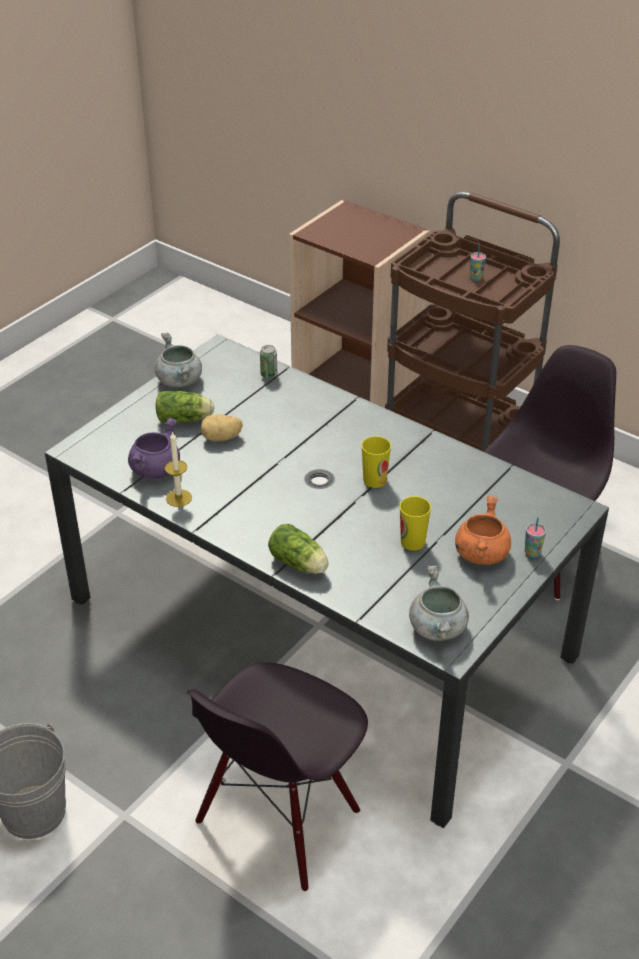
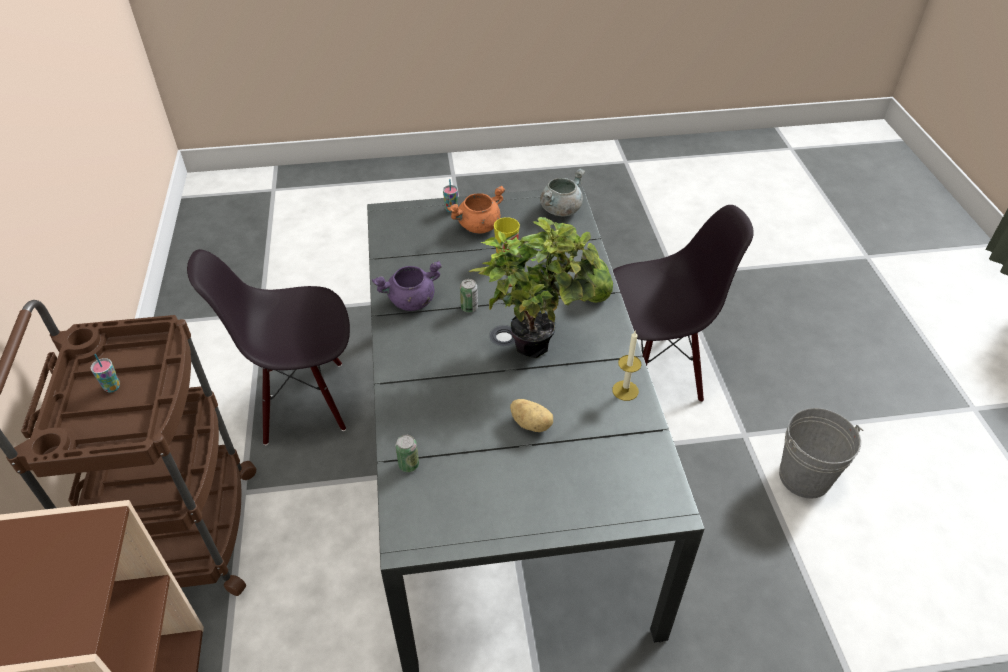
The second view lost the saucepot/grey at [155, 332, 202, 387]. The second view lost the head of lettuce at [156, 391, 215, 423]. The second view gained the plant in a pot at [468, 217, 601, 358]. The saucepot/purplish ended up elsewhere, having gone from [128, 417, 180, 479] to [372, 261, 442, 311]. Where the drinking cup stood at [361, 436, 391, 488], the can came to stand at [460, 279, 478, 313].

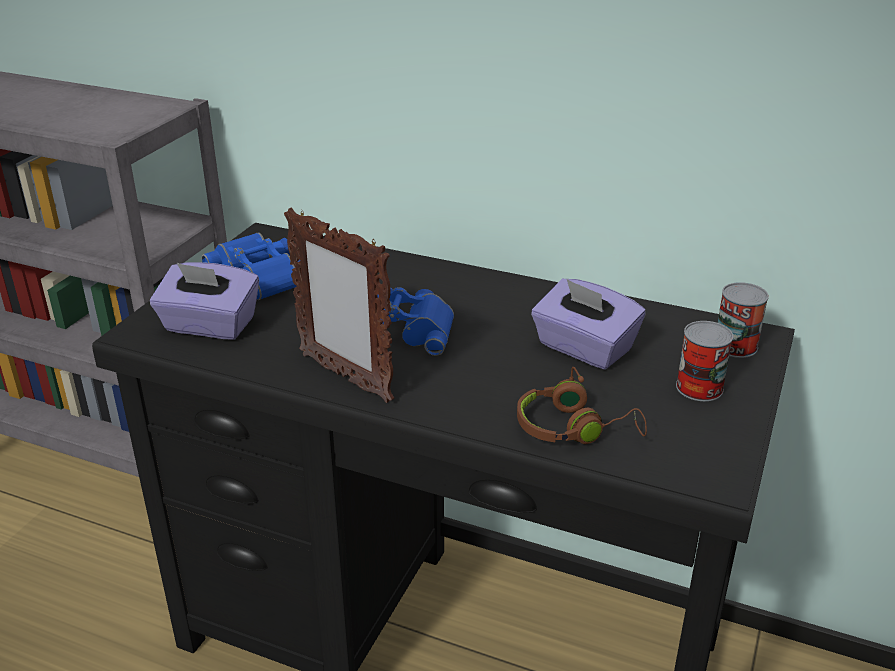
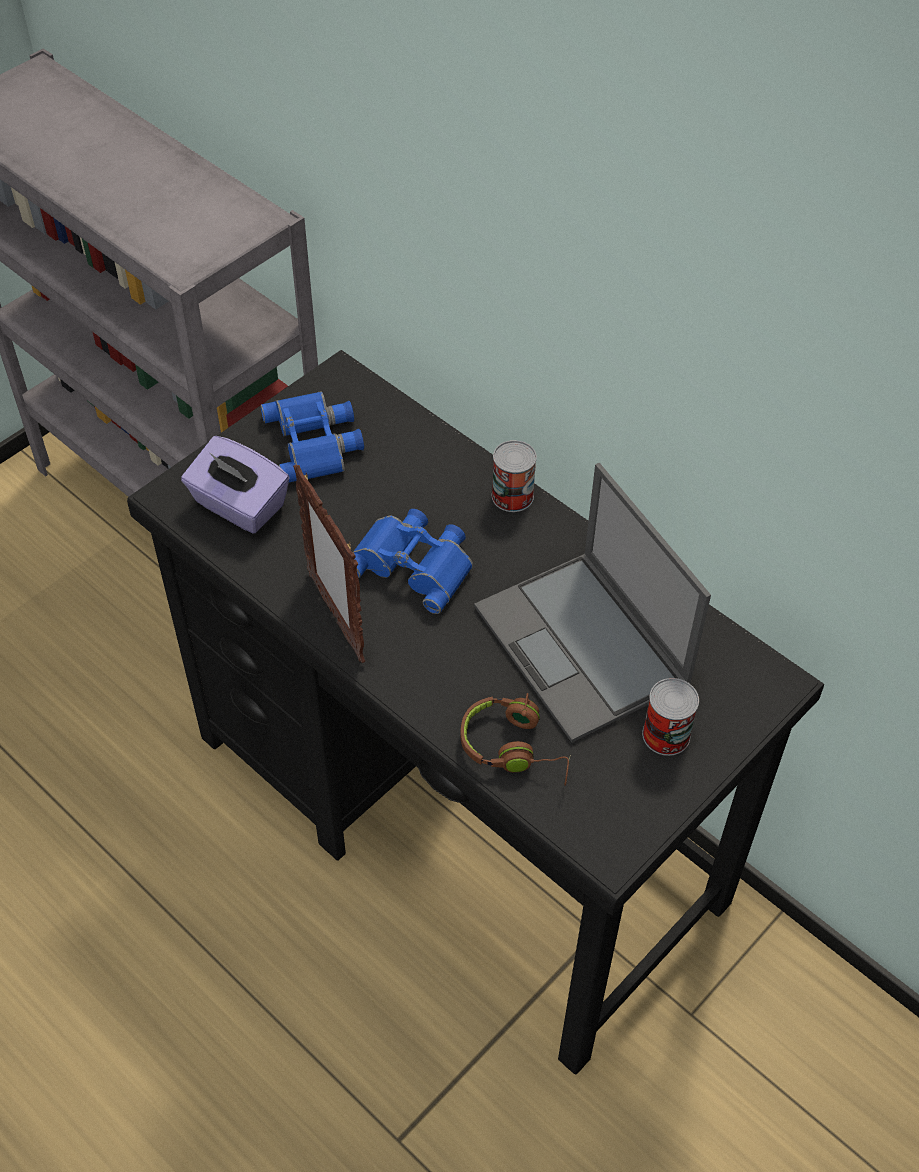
The can ended up elsewhere, having gone from [717, 282, 769, 358] to [492, 440, 537, 512]. Where the tissue holder/purplish stood at [531, 279, 646, 370], the laptop came to stand at [474, 463, 711, 743].

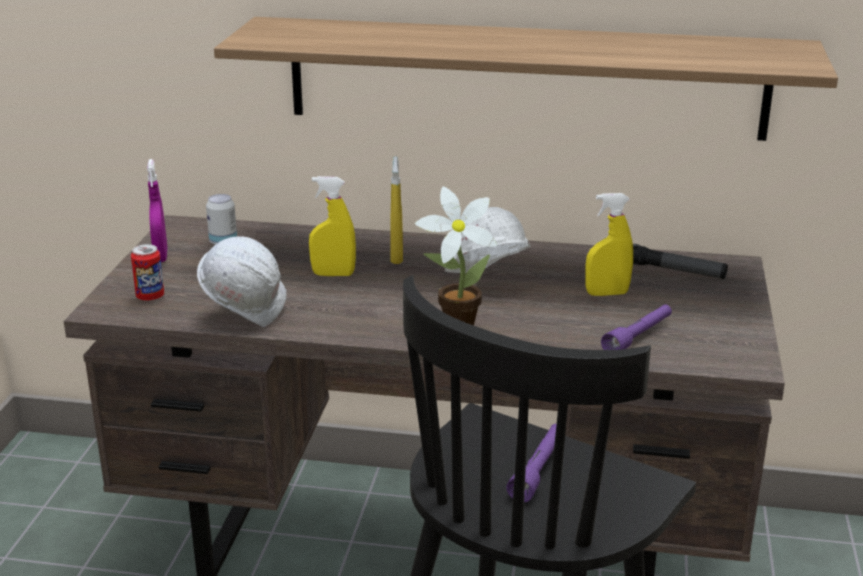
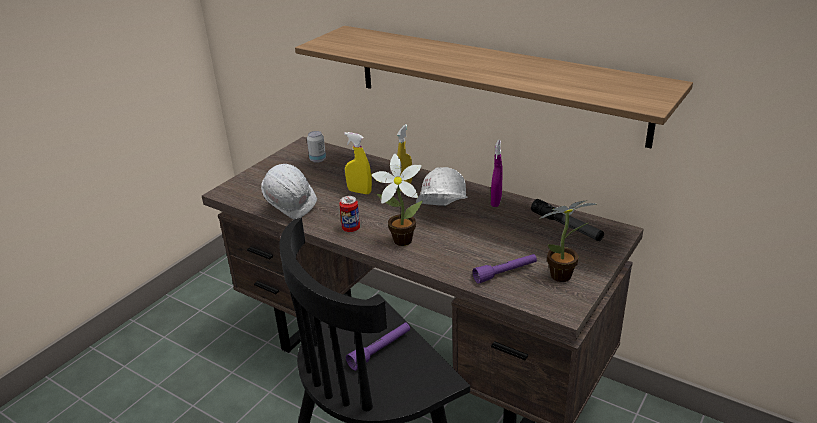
The second view lost the hand sprayer/yellow at [585, 193, 633, 296]. The second view gained the plant in a pot at [539, 200, 597, 282]. The can ended up elsewhere, having gone from [131, 244, 164, 302] to [339, 196, 360, 232]. The hand sprayer/purplish ended up elsewhere, having gone from [147, 159, 168, 262] to [491, 140, 503, 207].

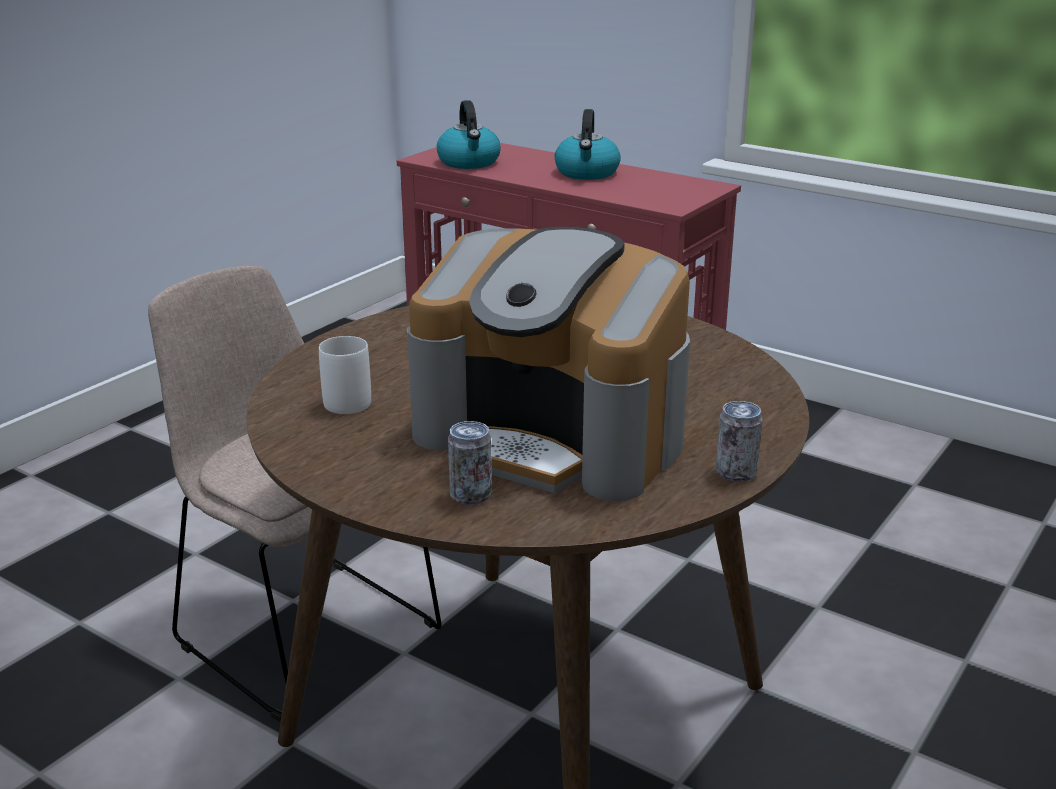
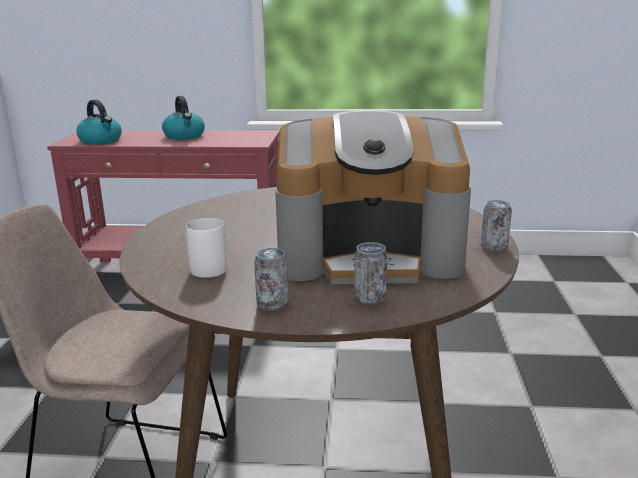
The second view gained the can at [254, 248, 289, 311].

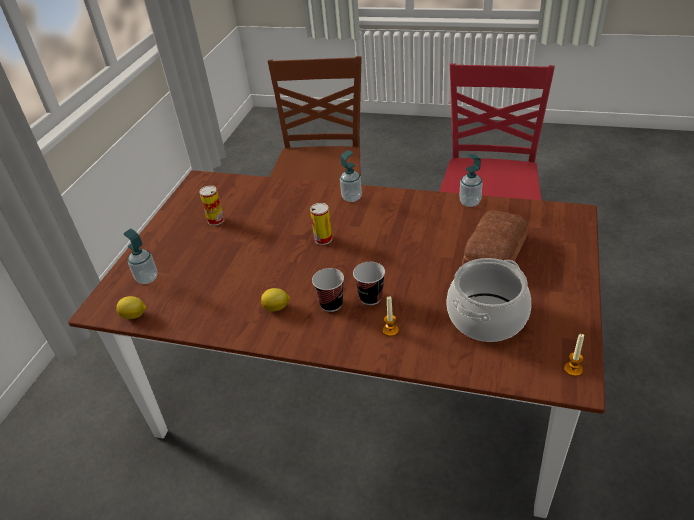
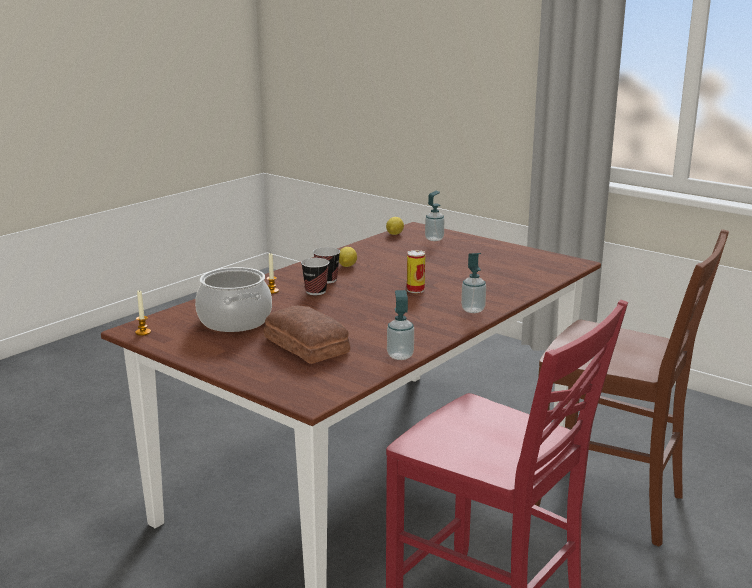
The second view lost the can at [199, 185, 224, 226].

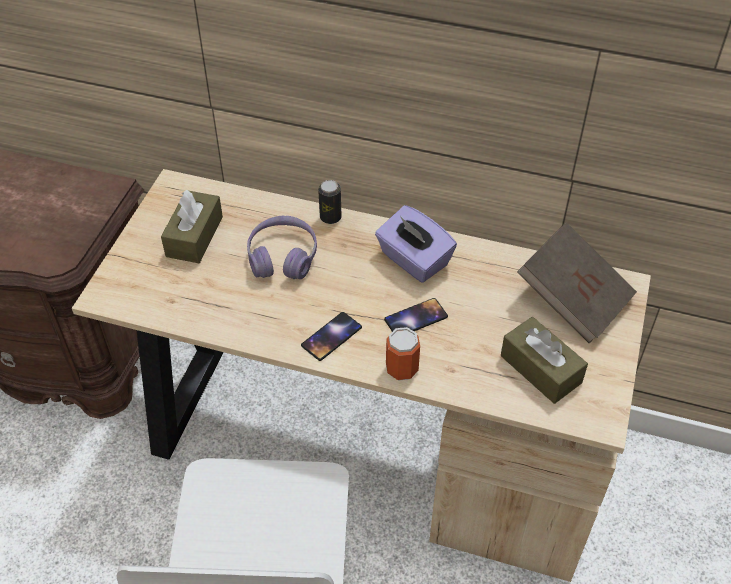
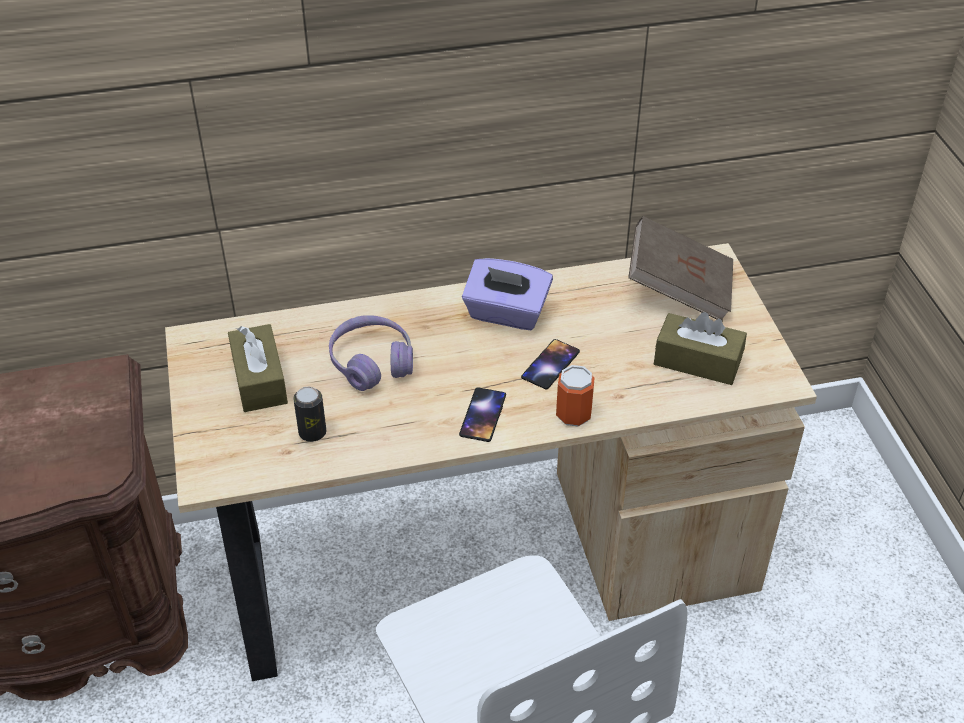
The can ended up elsewhere, having gone from [318, 180, 342, 224] to [293, 387, 326, 442].

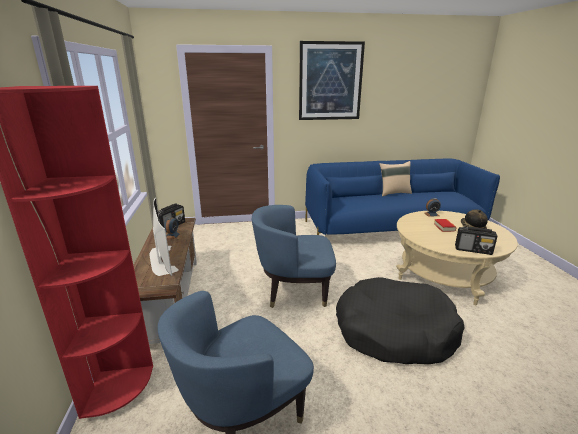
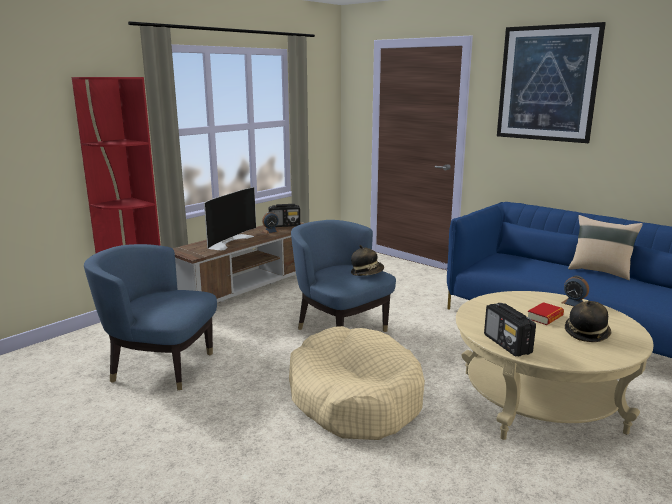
The second view gained the wearable hat at [351, 245, 384, 276]. What was the pet bed/black at [336, 277, 465, 364] turned into the pet bed/beige at [289, 326, 425, 440].

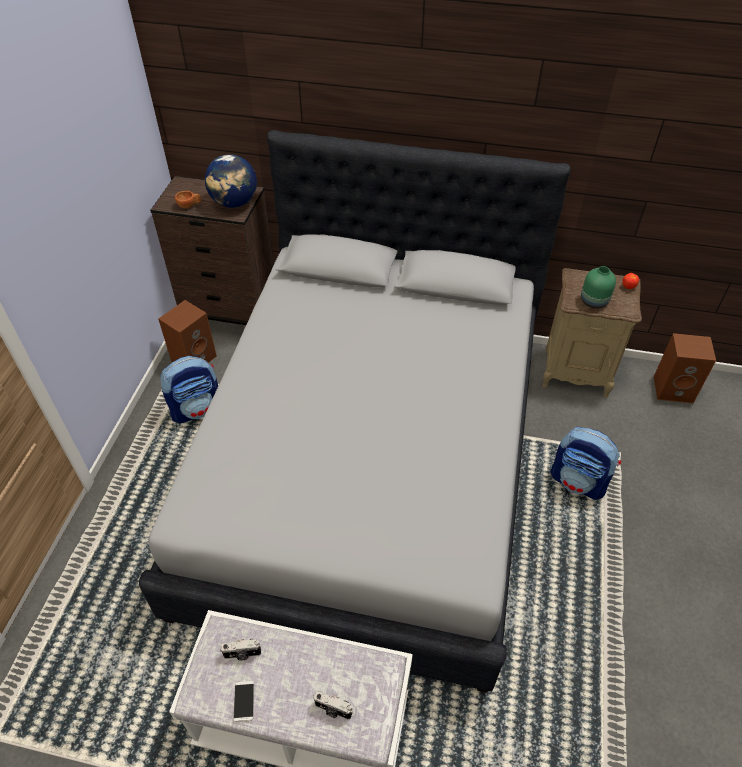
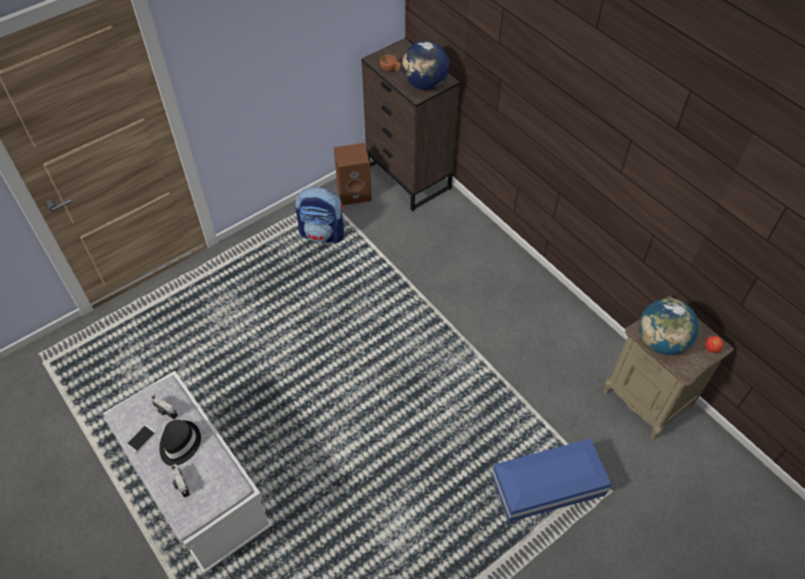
The second view lost the sleeping bed/grey at [139, 130, 571, 692]. The second view lost the audio speaker/brownish at [654, 333, 716, 403]. The second view gained the wearable hat/black at [159, 420, 201, 466]. Where the rucksack stood at [551, 427, 621, 500], the storage container/blue came to stand at [492, 438, 611, 522]. Where the vase/green-coloured stood at [581, 266, 616, 309], the world globe came to stand at [639, 298, 699, 355].

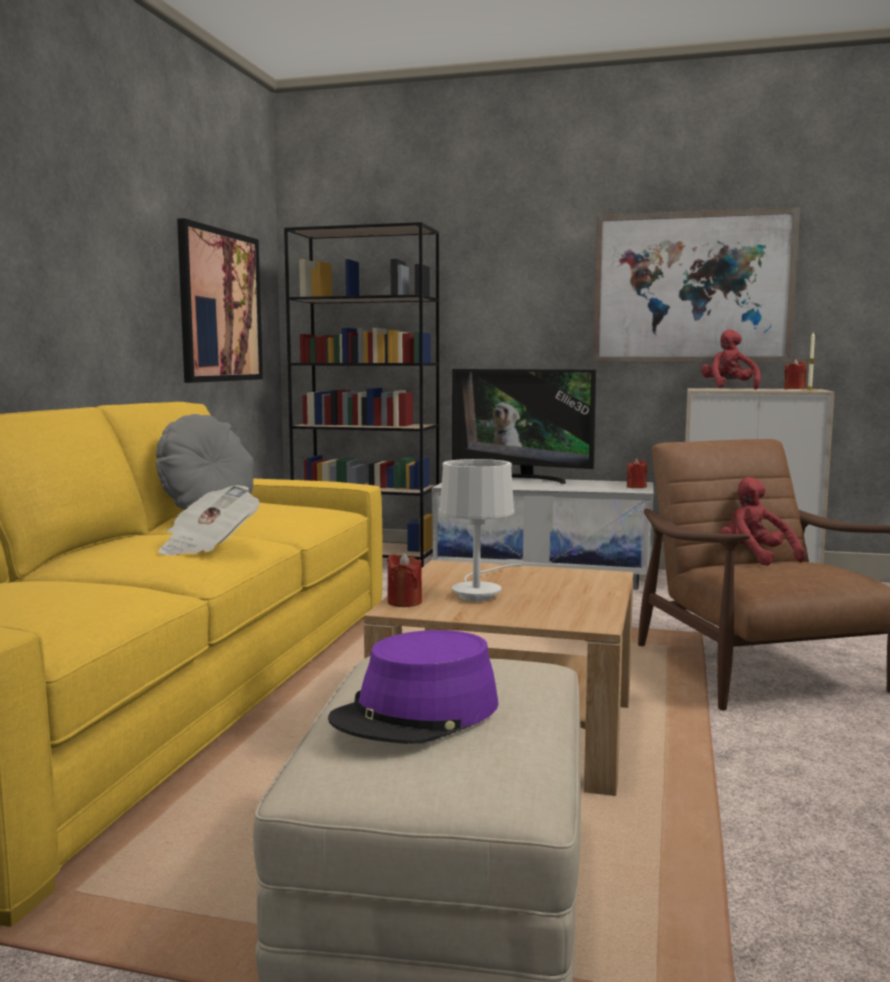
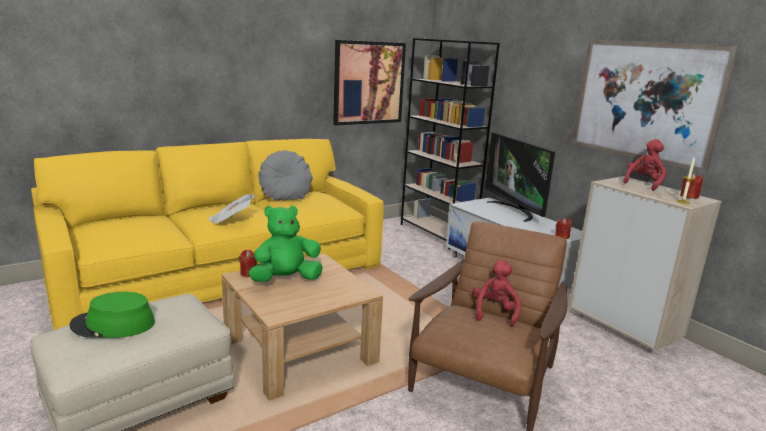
Where the table lamp/white stood at [439, 459, 522, 601], the soft toy/green-coloured came to stand at [249, 206, 323, 282]. What was the wearable hat/purplish at [328, 630, 499, 744] turned into the wearable hat/green-coloured at [70, 292, 155, 338].

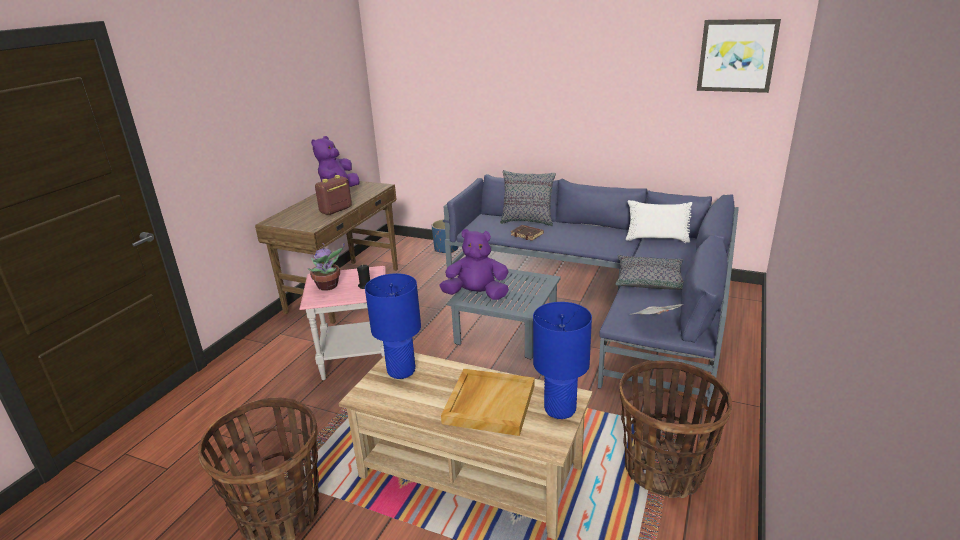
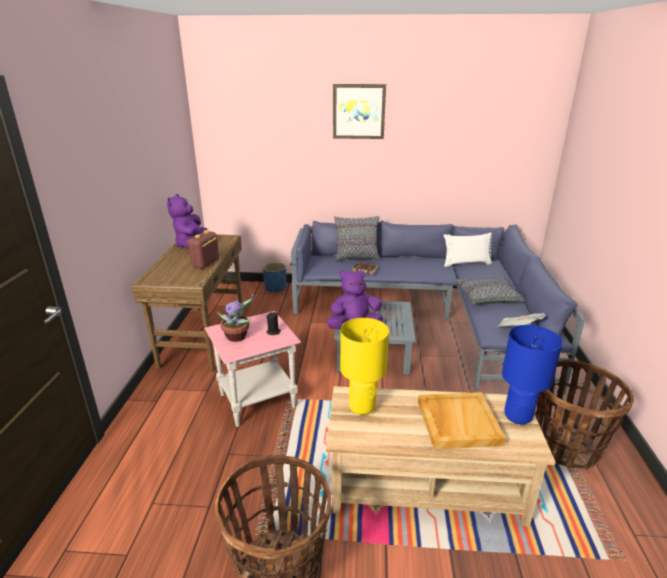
The wall picture ended up elsewhere, having gone from [697, 19, 781, 93] to [333, 84, 386, 139]. What was the table lamp/blue at [365, 273, 421, 379] turned into the table lamp/yellow at [340, 318, 389, 415].

